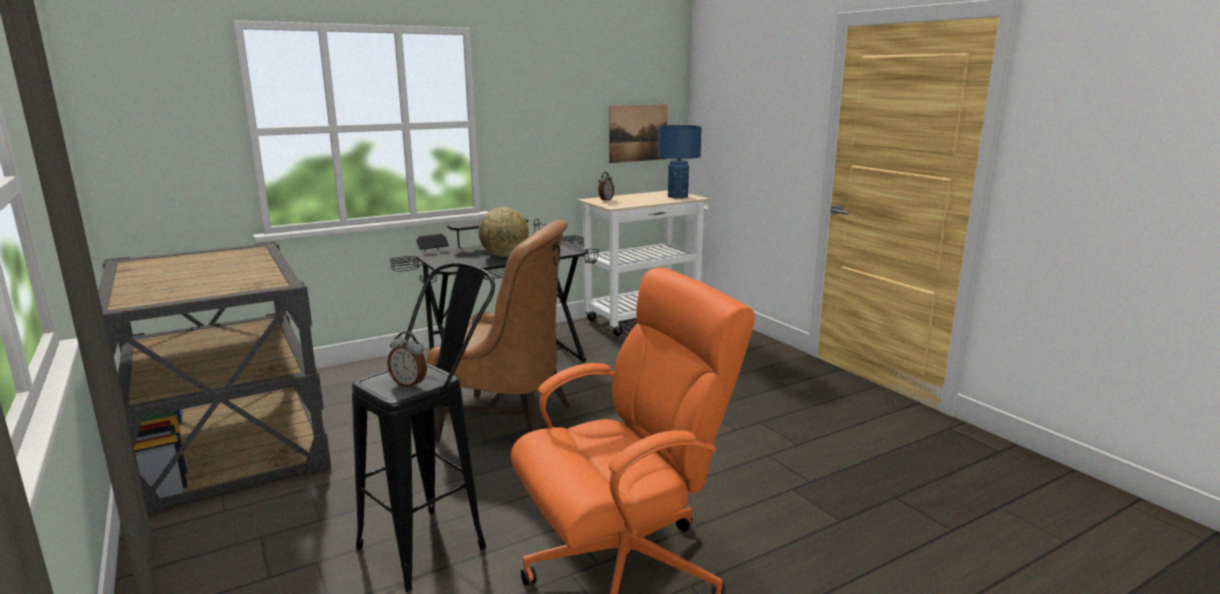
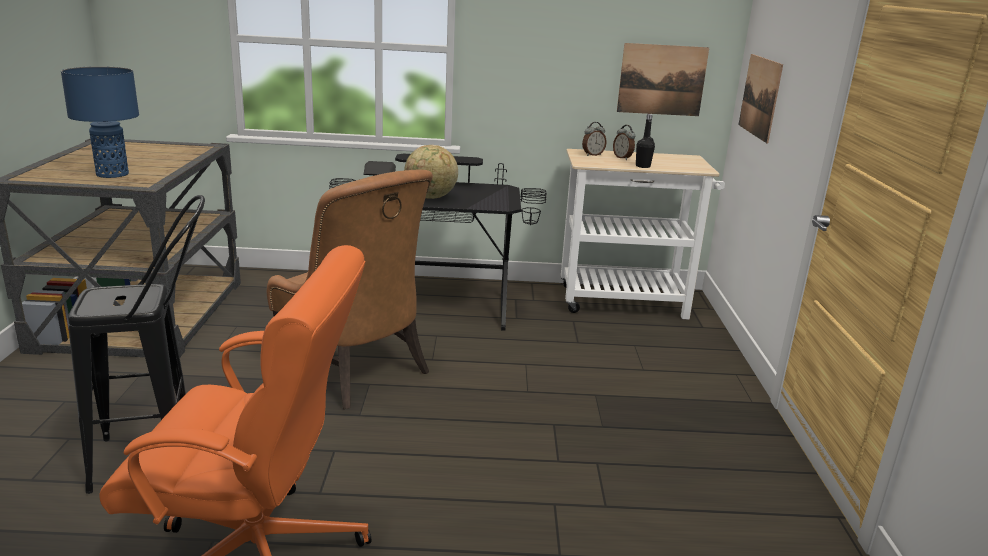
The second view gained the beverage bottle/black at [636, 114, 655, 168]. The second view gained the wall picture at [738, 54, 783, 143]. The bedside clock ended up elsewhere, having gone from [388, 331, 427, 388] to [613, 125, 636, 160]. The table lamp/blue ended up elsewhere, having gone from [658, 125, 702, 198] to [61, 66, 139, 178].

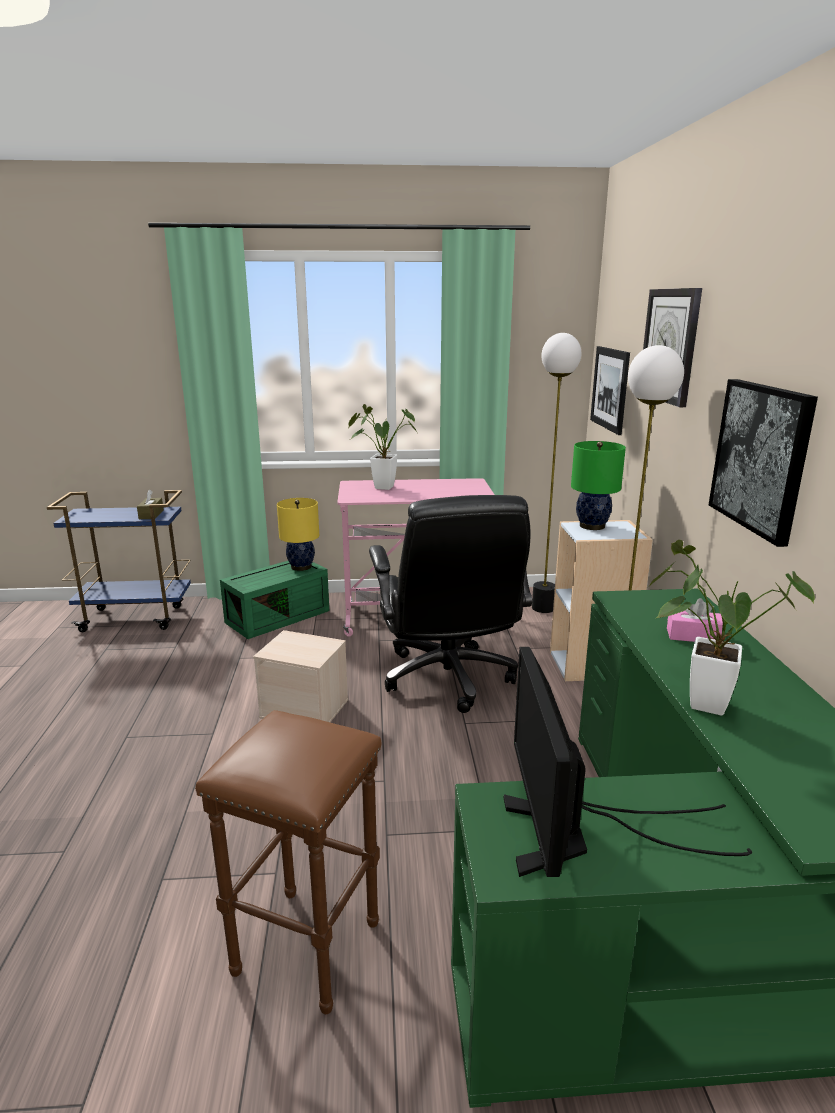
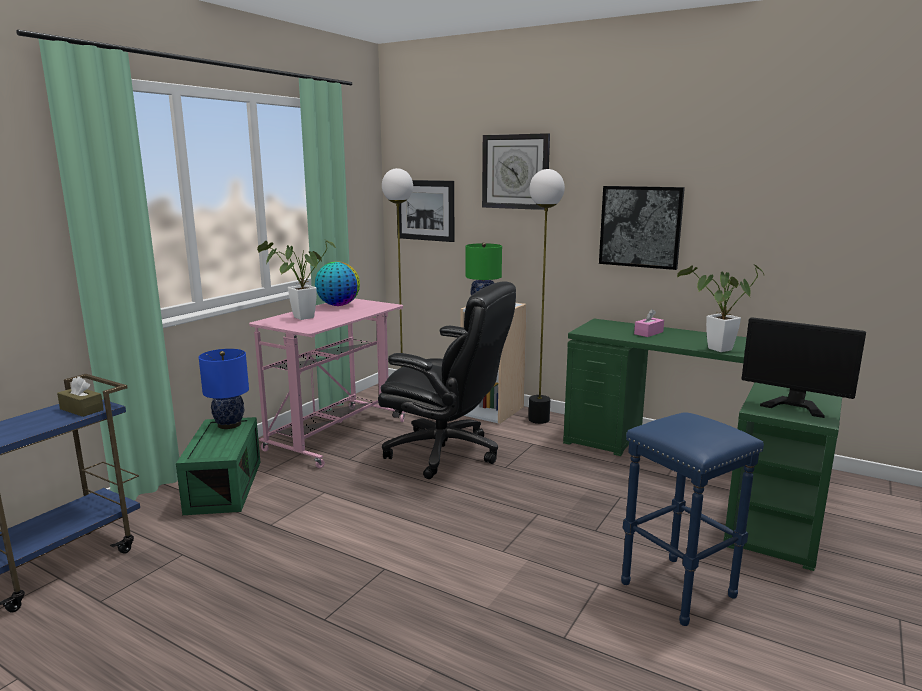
The second view lost the storage container/beige at [253, 630, 348, 722]. The second view gained the world globe at [315, 262, 360, 306]. What was the sitting stool/brownish at [195, 710, 381, 1014] turned into the sitting stool/blue at [621, 412, 764, 626]. What was the table lamp/yellow at [277, 498, 319, 571] turned into the table lamp/blue at [199, 349, 249, 429].

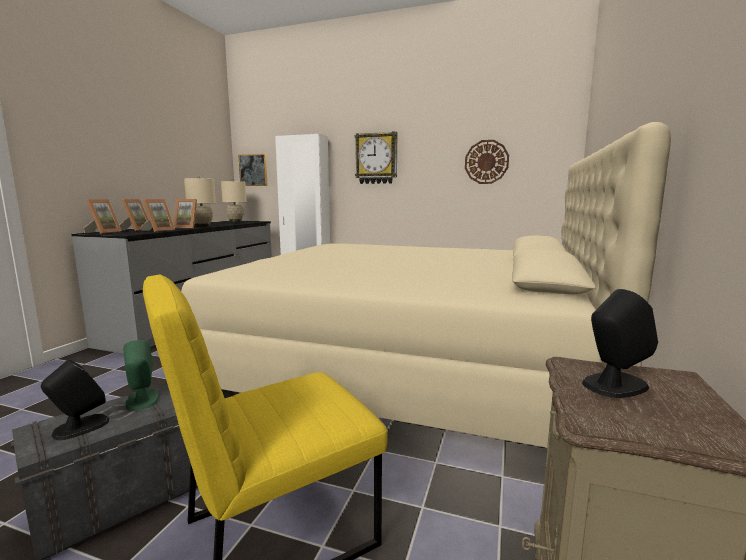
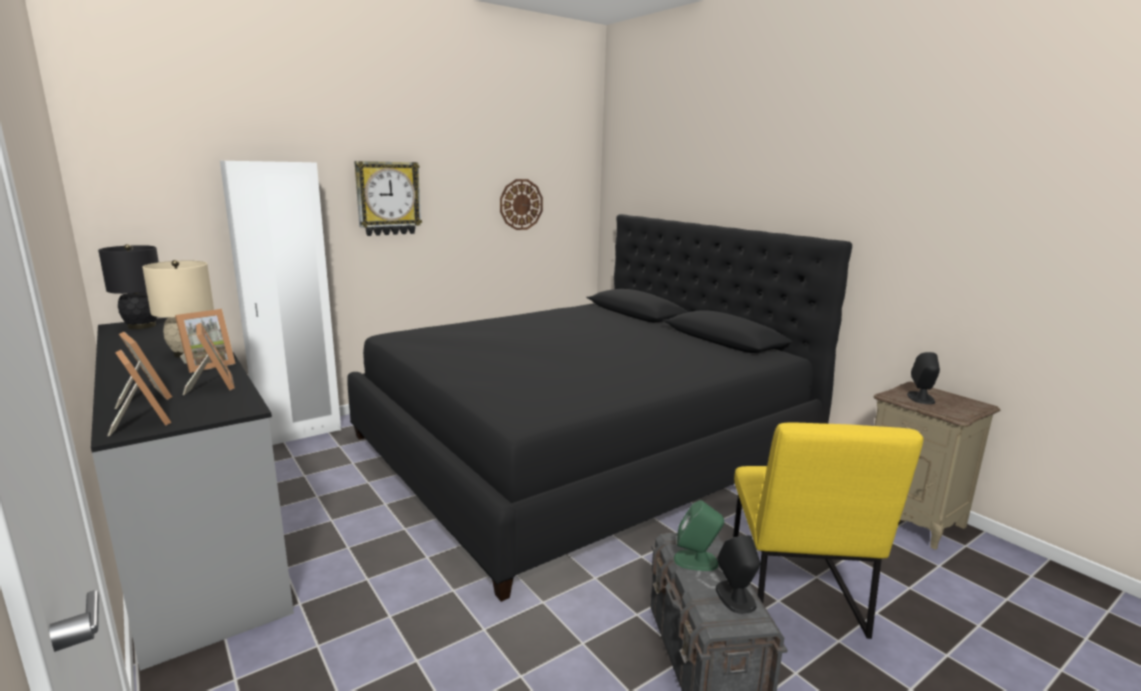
The second view lost the wall picture at [238, 154, 268, 186]. What was the sleeping bed/beige at [181, 122, 671, 448] turned into the sleeping bed/black at [347, 214, 852, 602]. What was the table lamp/beige at [221, 180, 247, 222] turned into the table lamp/black at [98, 244, 159, 329].

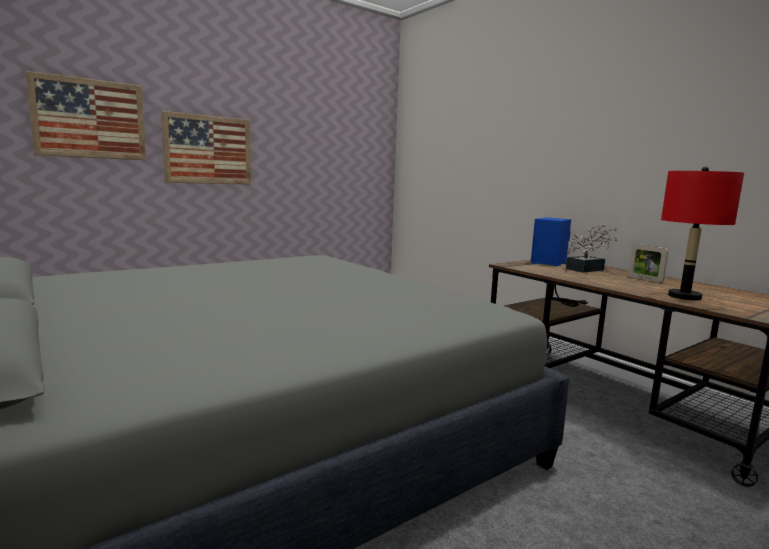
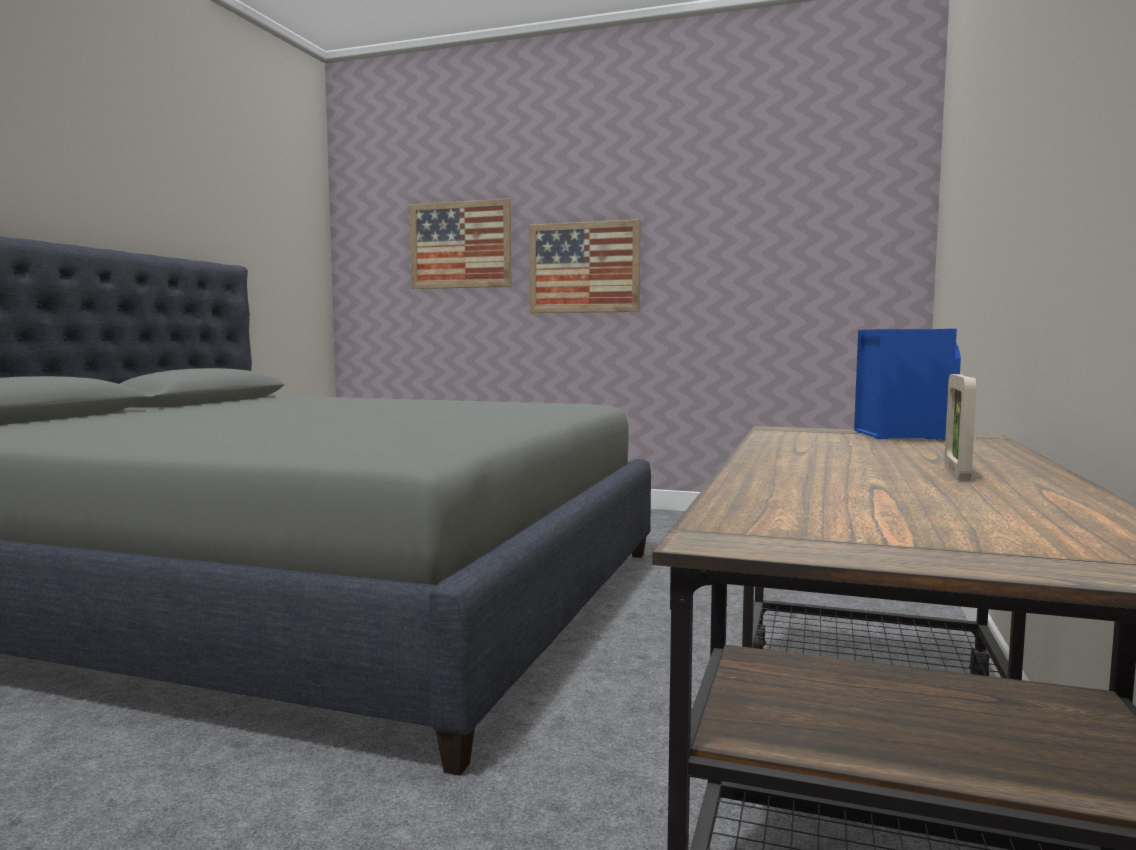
The second view lost the plant in a pot at [566, 224, 617, 273]. The second view lost the table lamp/red-coloured at [661, 167, 744, 301].

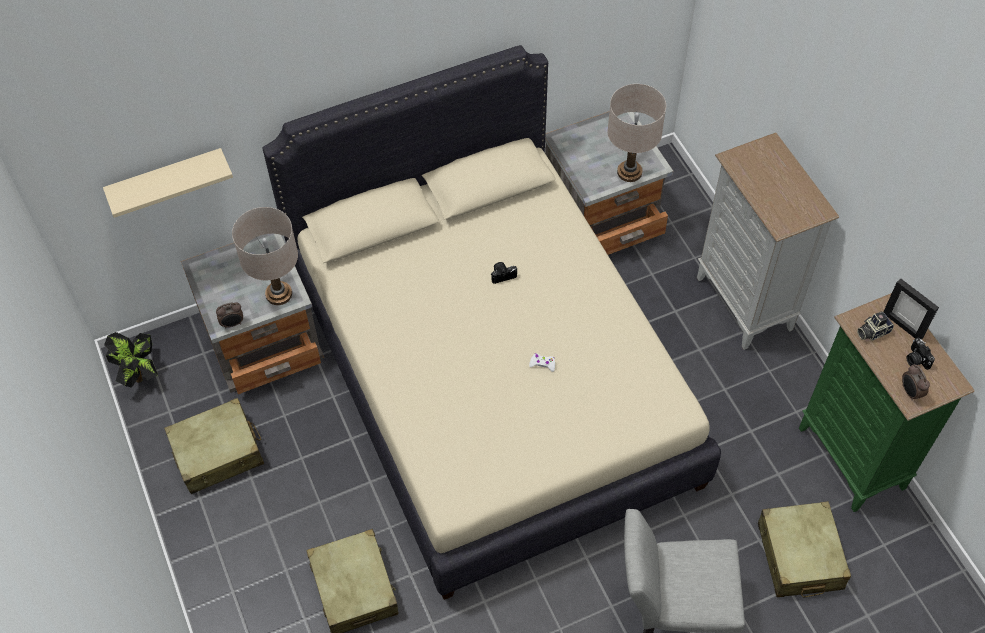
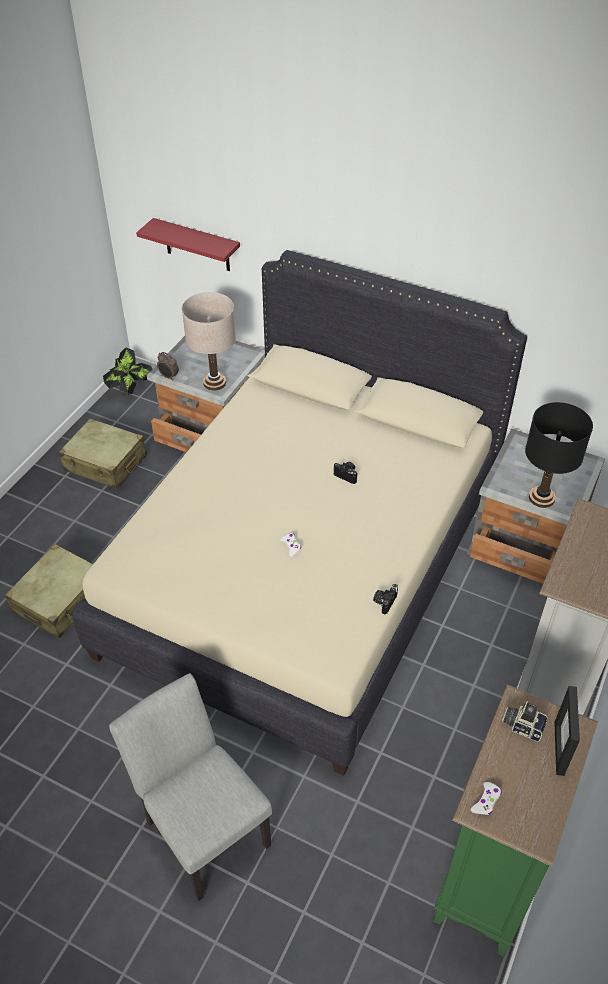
The second view lost the piece of luggage/beige at [758, 501, 851, 597]. The still camera ended up elsewhere, having gone from [906, 338, 935, 370] to [373, 584, 398, 615]. Where the bedside clock stood at [902, 364, 930, 401], the joypad/white came to stand at [471, 782, 502, 815]. What was the wall shelf/beige at [103, 148, 233, 218] turned into the wall shelf/red-coloured at [136, 218, 240, 271]. What was the table lamp/beige at [607, 84, 666, 182] turned into the table lamp/black at [525, 402, 593, 508].

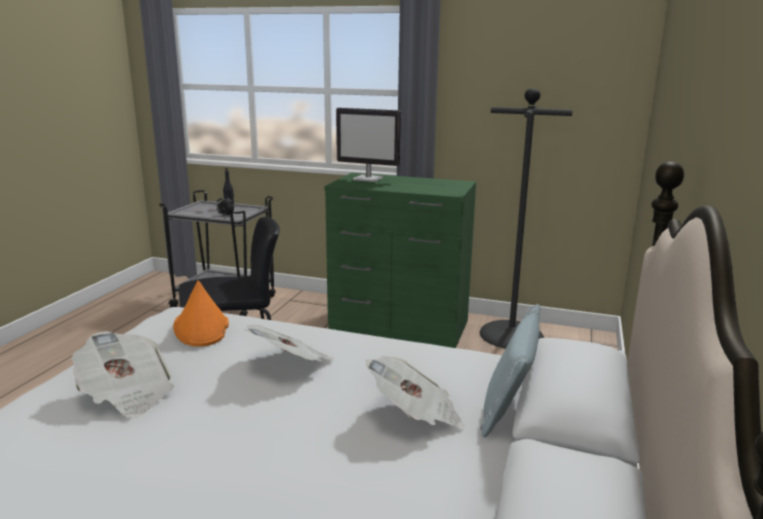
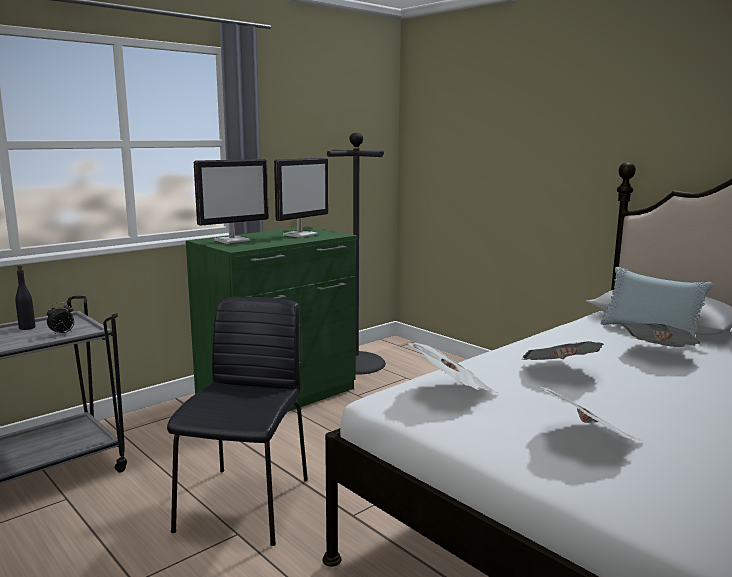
The second view gained the computer display at [274, 158, 328, 238]. Where the wearable hat/orangey stood at [173, 280, 229, 347], the newspaper came to stand at [408, 343, 498, 393].

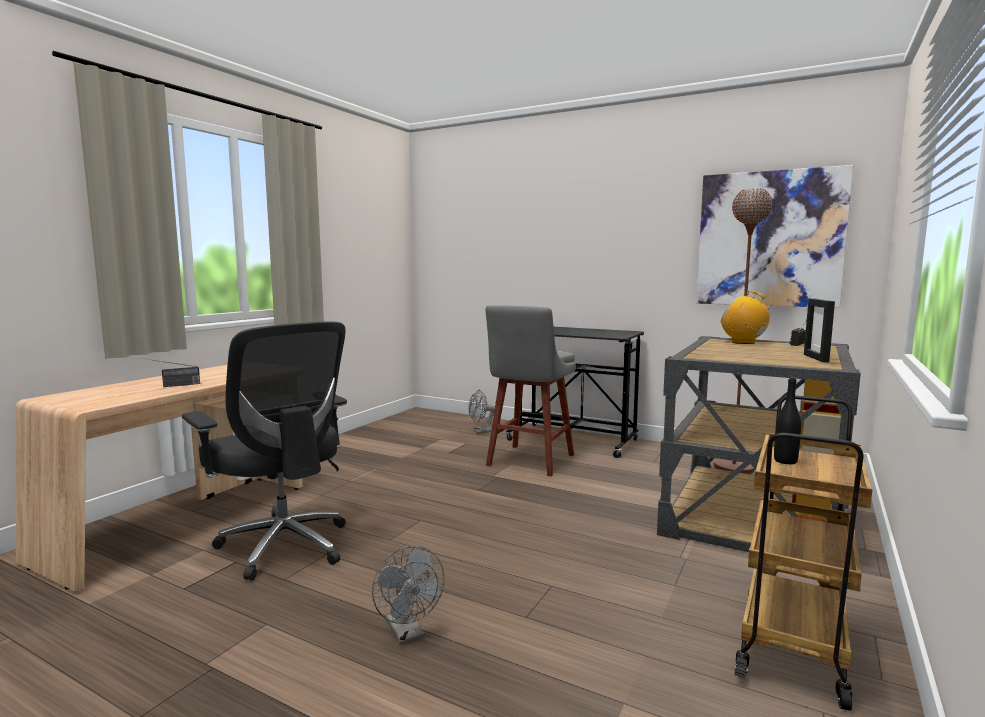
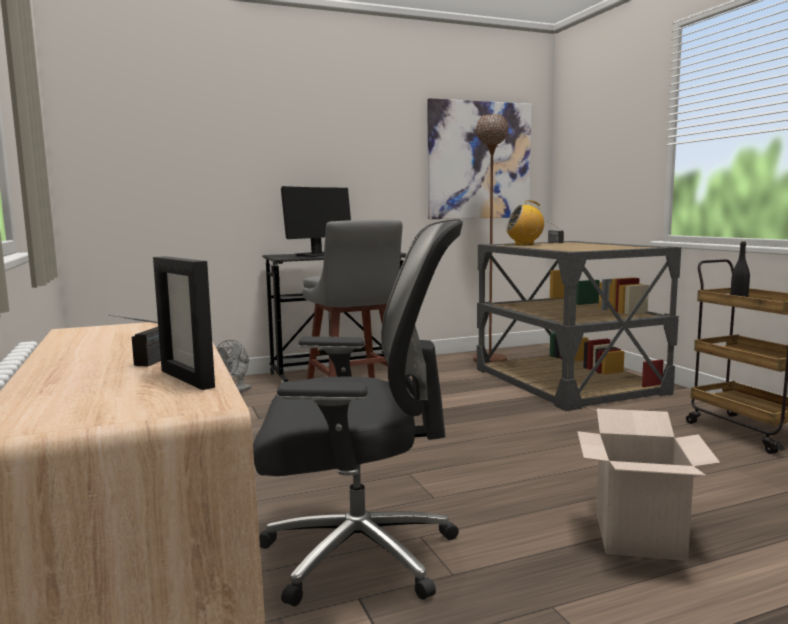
The second view gained the computer display at [281, 186, 351, 257]. The photo frame ended up elsewhere, having gone from [804, 298, 835, 362] to [153, 256, 215, 390]. Where the cooling fan/grey stood at [372, 546, 444, 645], the carton came to stand at [577, 409, 720, 561].

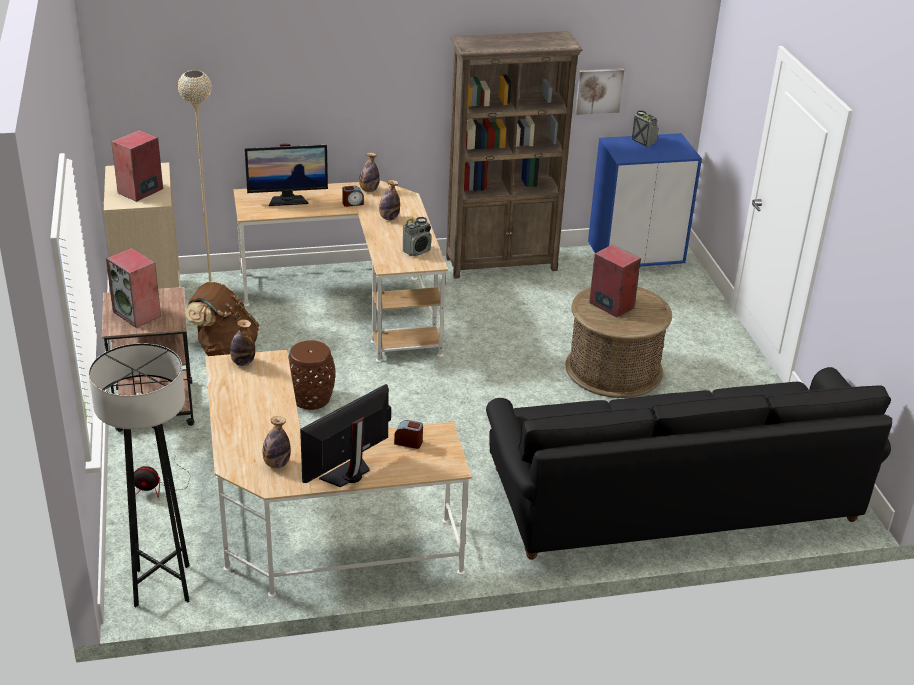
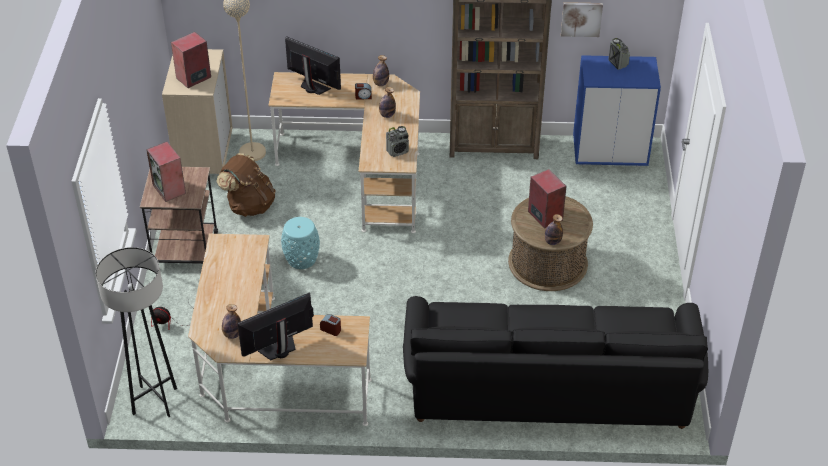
The beverage bottle ended up elsewhere, having gone from [230, 319, 255, 366] to [545, 214, 563, 245]. What was the sitting stool/brownish at [288, 340, 336, 410] turned into the sitting stool/turquoise-coloured at [281, 217, 320, 269]. The computer display at [245, 144, 328, 206] ended up facing another way, 150 degrees counterclockwise from before.

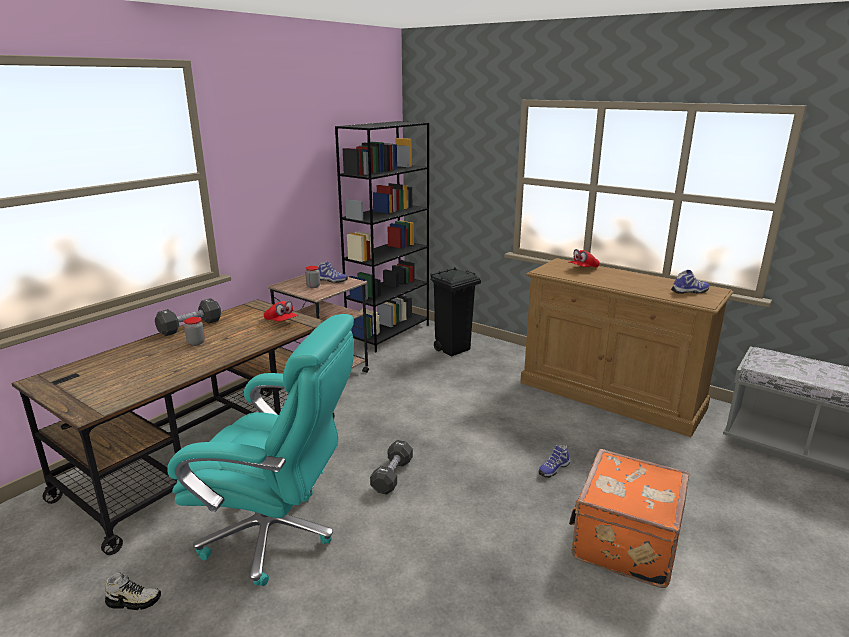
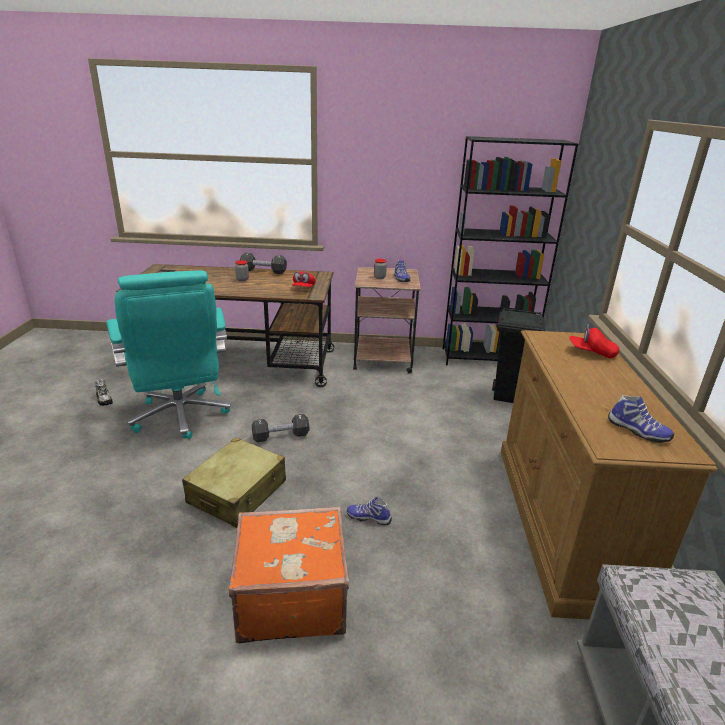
The second view gained the piece of luggage/beige at [182, 437, 286, 528].

